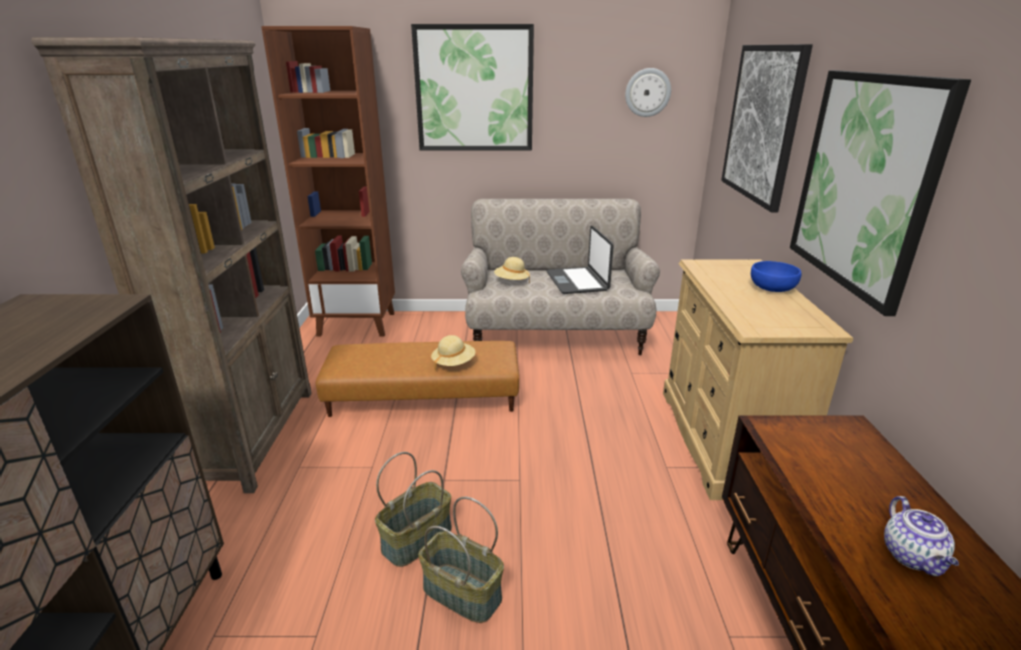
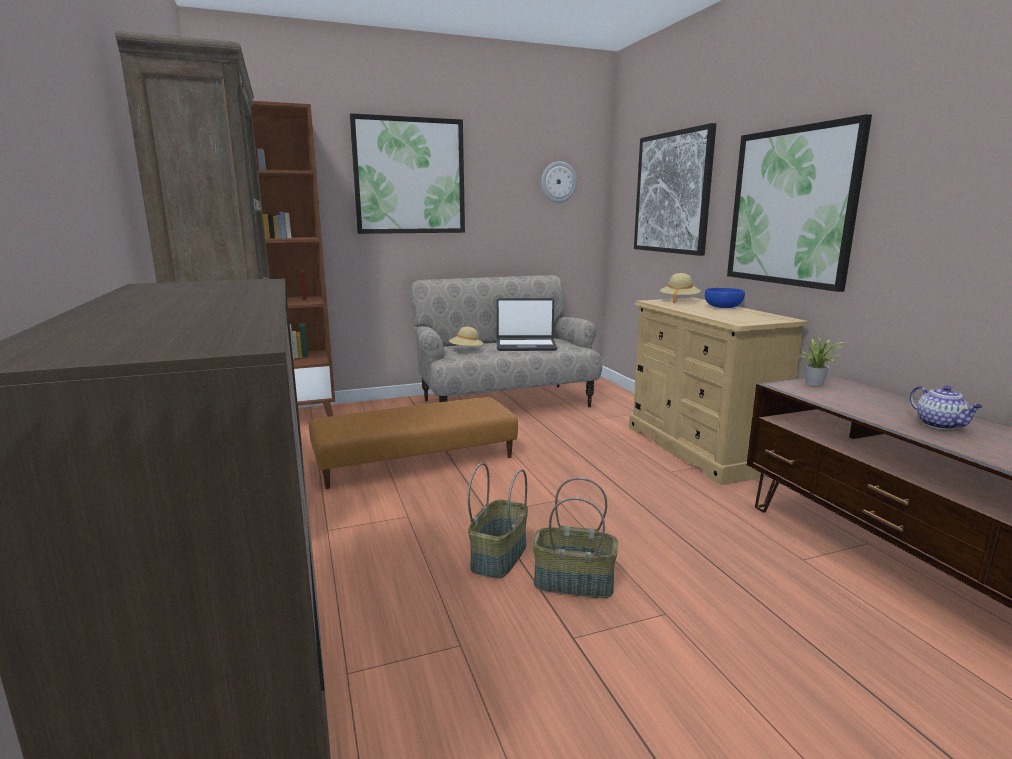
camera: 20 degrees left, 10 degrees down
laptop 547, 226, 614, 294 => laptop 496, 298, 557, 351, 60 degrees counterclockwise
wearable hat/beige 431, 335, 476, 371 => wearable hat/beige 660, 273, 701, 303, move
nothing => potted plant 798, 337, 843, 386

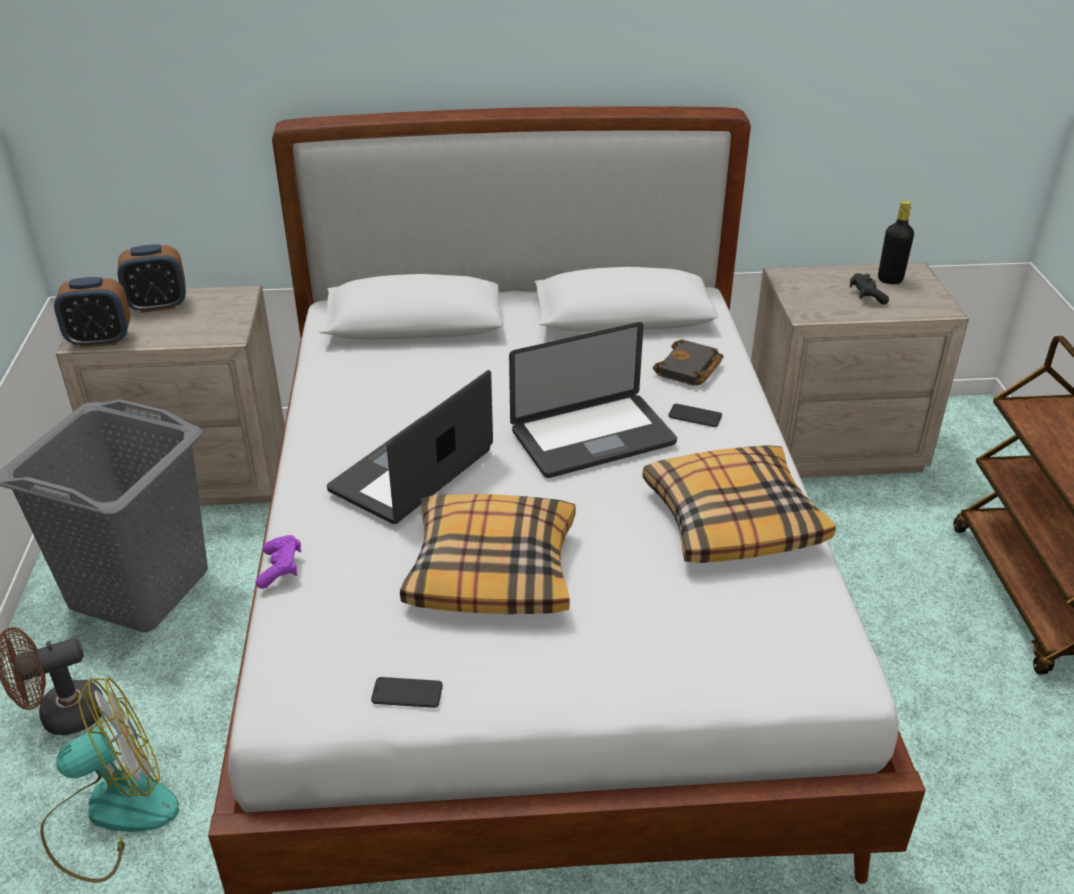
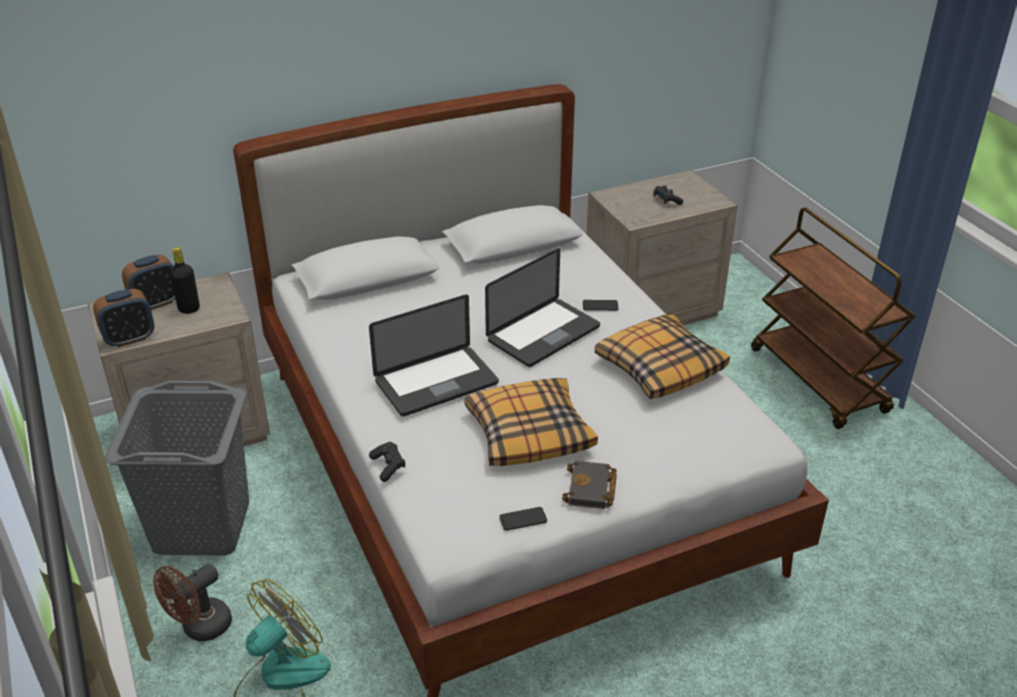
camera: 20 degrees left, 0 degrees up
bottle/blackish 878, 201, 914, 284 => bottle/blackish 170, 247, 200, 314, move
laptop 327, 370, 493, 524 => laptop 369, 295, 499, 416, 135 degrees counterclockwise
gamepad/purple-coloured 256, 535, 301, 589 => gamepad/blackish 369, 442, 405, 482
bound book/blackish 653, 339, 724, 386 => bound book/blackish 562, 461, 617, 509, move

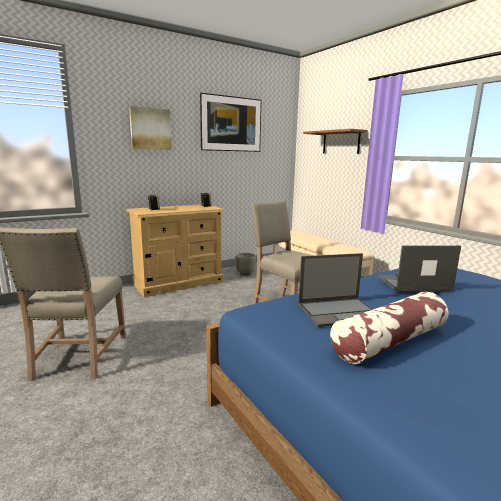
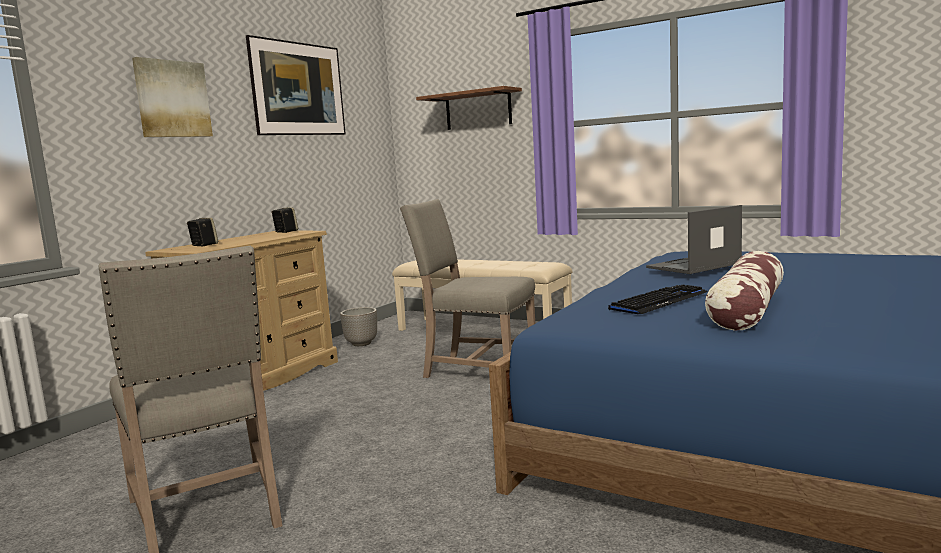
camera: 25 degrees left, 5 degrees down
laptop 298, 253, 373, 327 => keyboard 608, 285, 708, 314

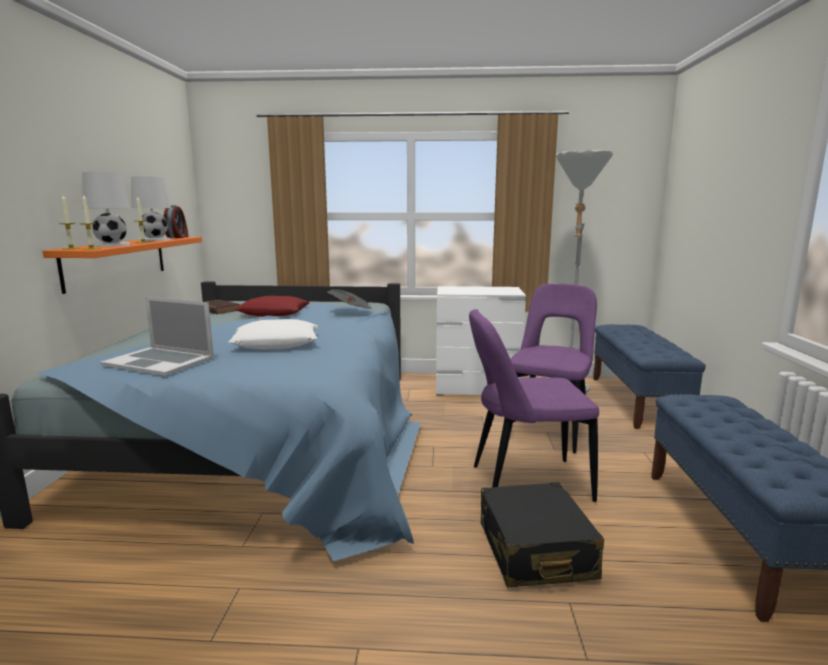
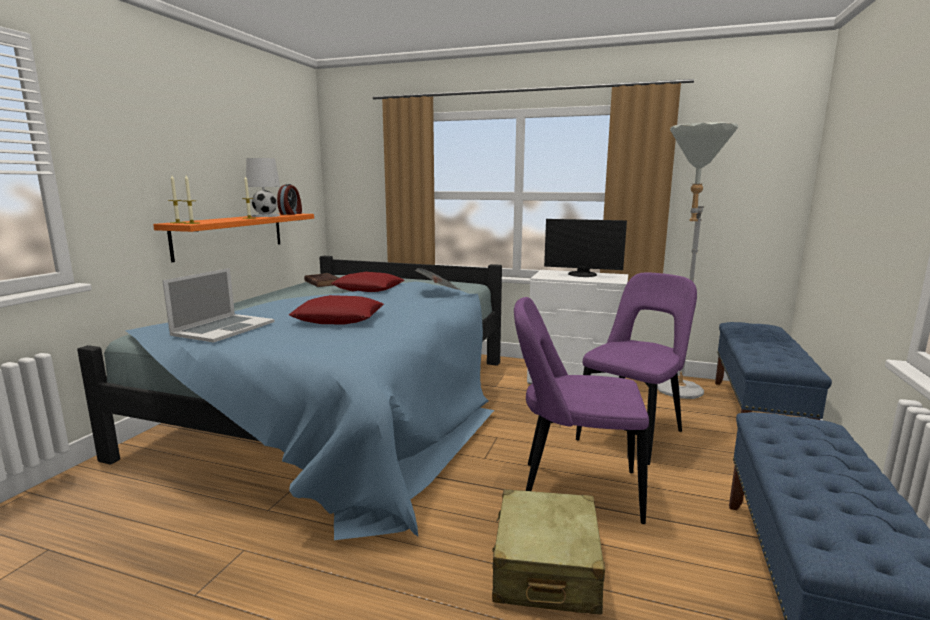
camera: 15 degrees right, 0 degrees up
laptop 100, 297, 214, 376 => laptop 163, 268, 275, 343, 105 degrees counterclockwise
cushion/white 229, 319, 318, 350 => cushion/reddish 289, 295, 384, 325
travel case/blackish 481, 482, 604, 587 => travel case/beige 492, 489, 605, 615
nothing => computer display 544, 219, 627, 277
lamp for a table/white 82, 172, 131, 247 => nothing

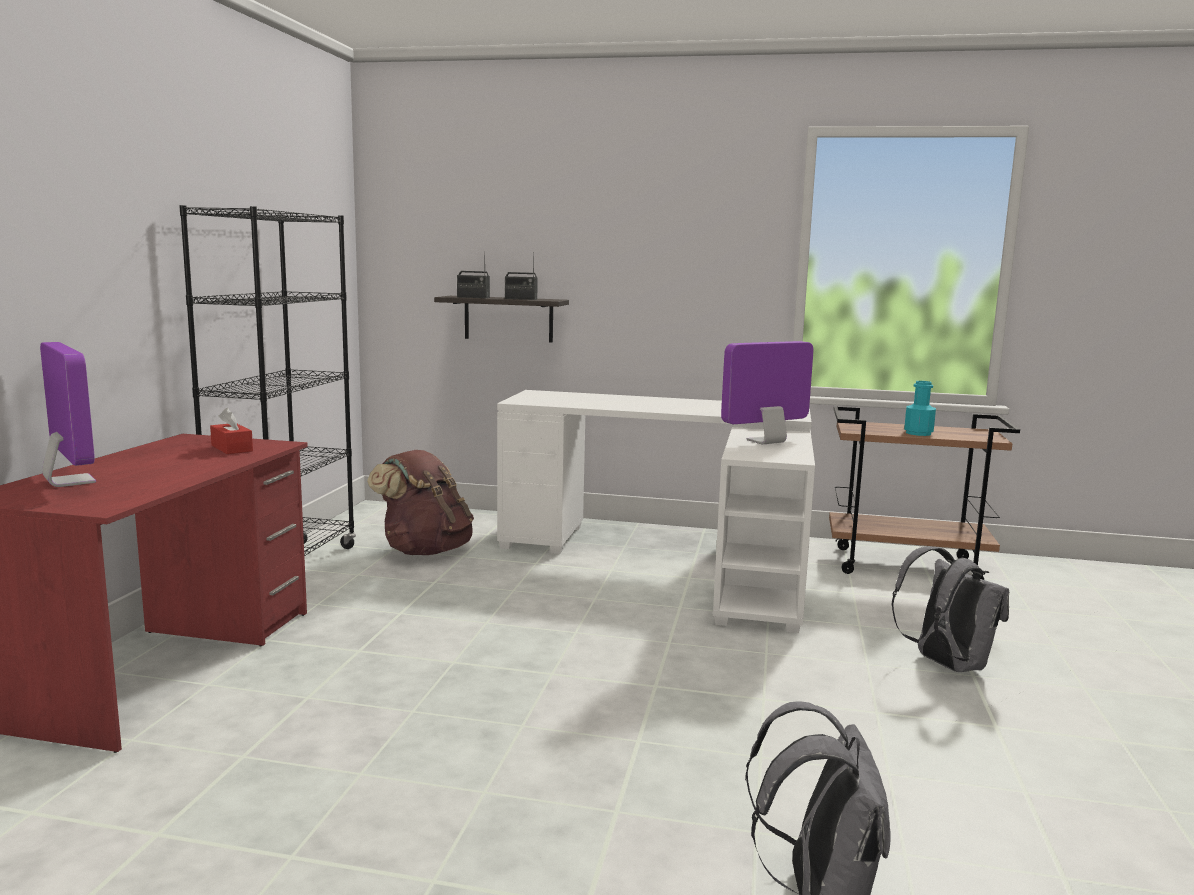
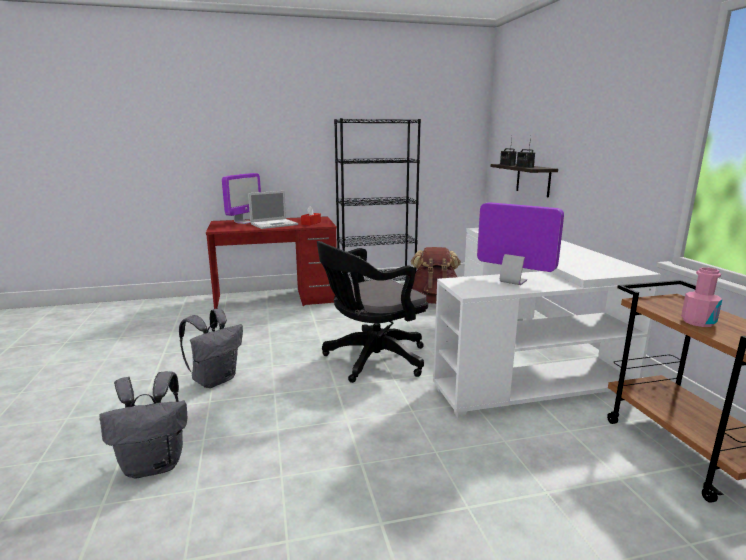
camera: 65 degrees right, 5 degrees up
knapsack/gray 891, 547, 1009, 672 => knapsack/gray 179, 309, 243, 388, move
nothing => laptop 248, 191, 298, 229
nothing => computer chair/blackish 317, 241, 428, 383
bottle/blue-green 904, 381, 936, 436 => bottle/pinkish 681, 267, 723, 327

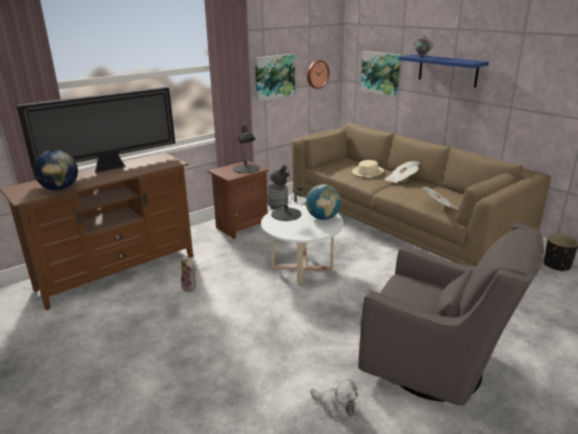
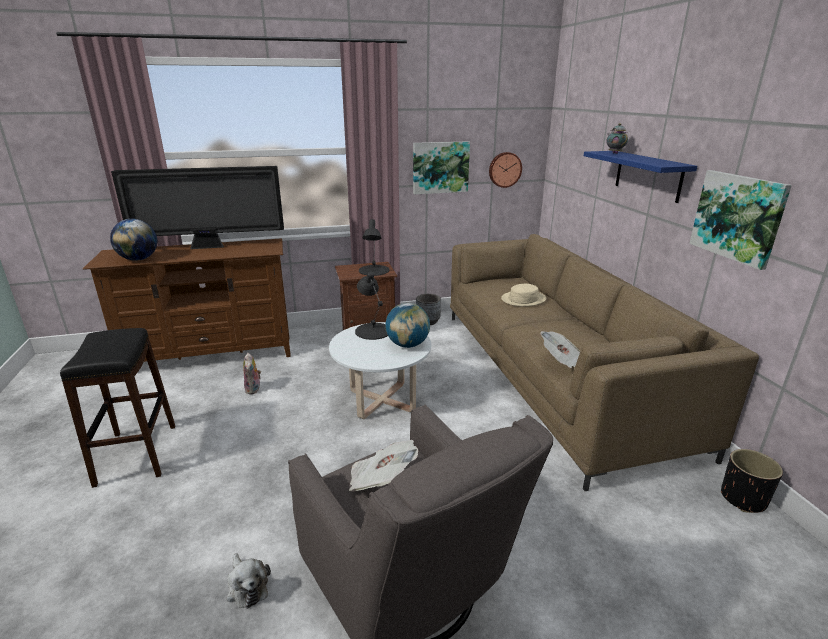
camera: 25 degrees right, 0 degrees up
nothing => stool seat/blackish 60, 328, 175, 488
daily paper 385, 161, 419, 183 => daily paper 349, 440, 418, 491, move
wall art 361, 51, 401, 97 => wall art 689, 170, 792, 270, move

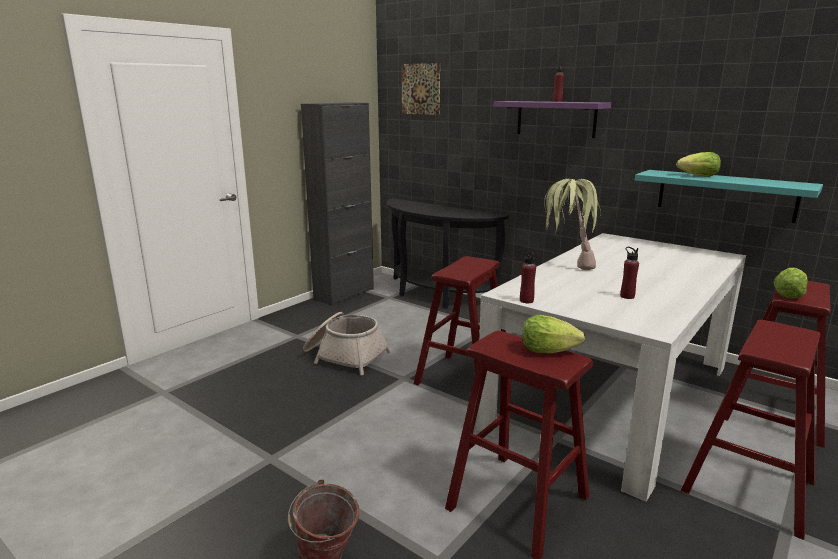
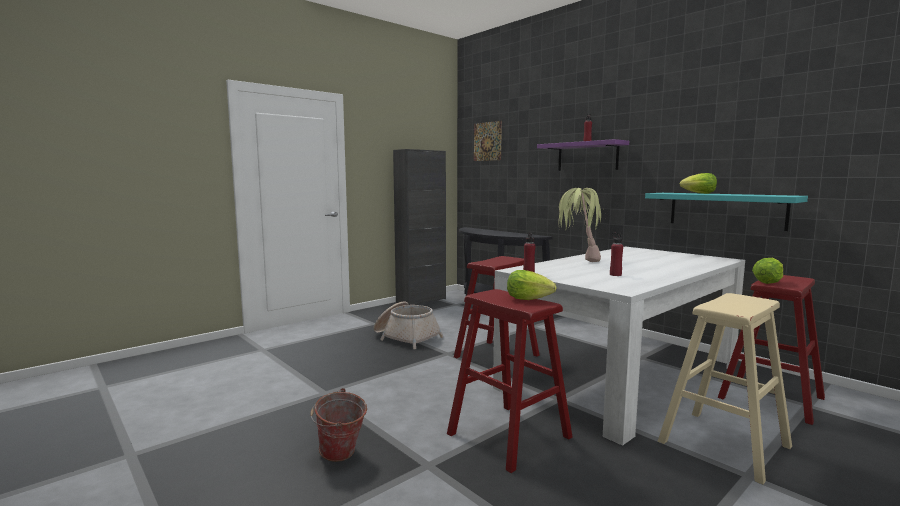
camera: 10 degrees right, 10 degrees down
stool seat/reddish 681, 320, 820, 540 => stool seat/beige 658, 293, 792, 485

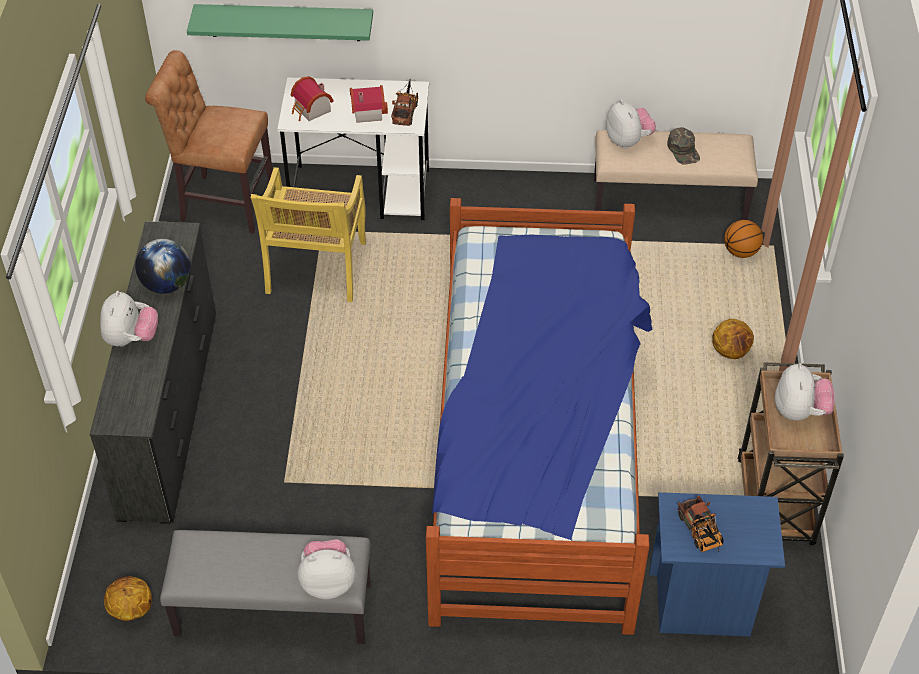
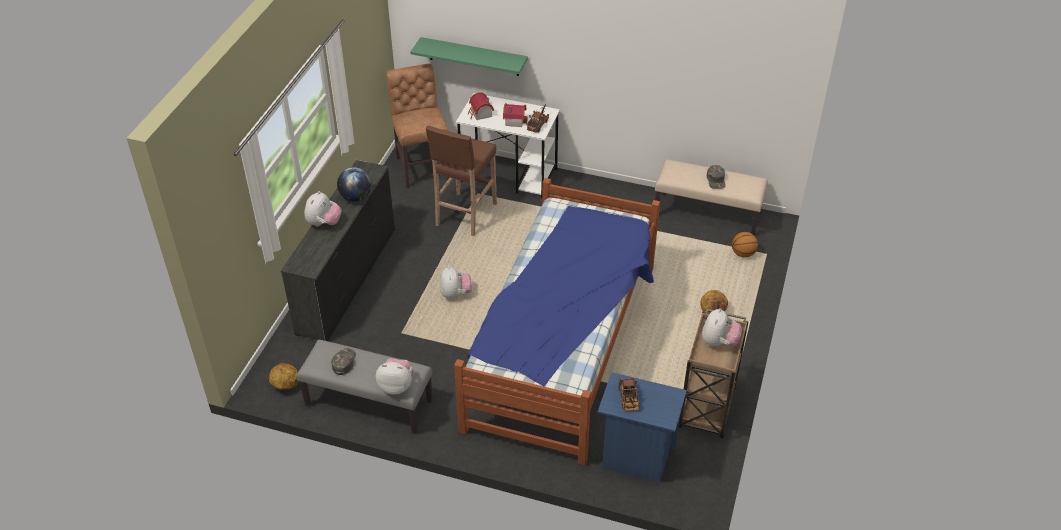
camera: 15 degrees right, 5 degrees down
nothing => baseball cap/green 331, 348, 356, 375
plain chair/brown-coloured 145, 50, 273, 234 => plain chair/brown-coloured 386, 64, 450, 188, 45 degrees clockwise
plain chair/yellow-coloured 251, 167, 366, 302 => stool seat/brown-coloured 426, 126, 497, 236
plush toy 607, 100, 656, 149 => plush toy 440, 266, 472, 299, move

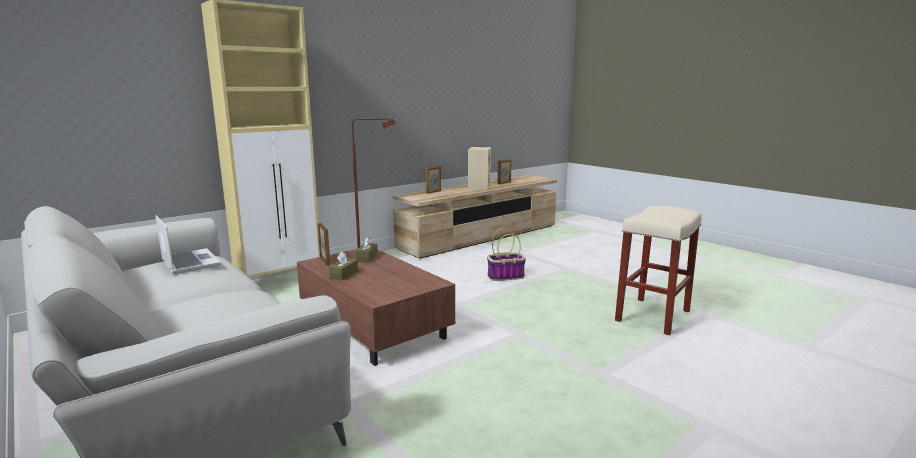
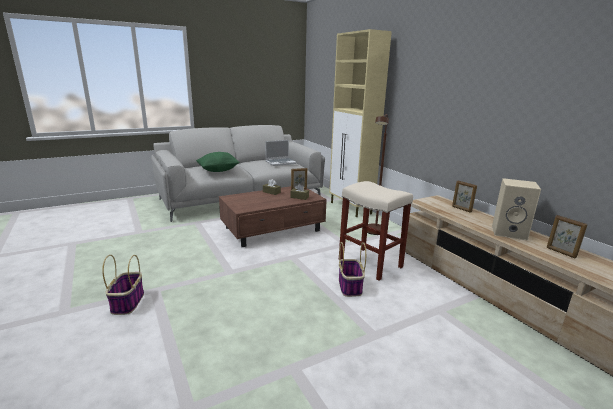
camera: 100 degrees right, 5 degrees up
nothing => basket 102, 255, 144, 315
nothing => cushion/green 196, 152, 240, 172
stool seat/beige 615, 206, 702, 335 => stool seat/beige 339, 181, 413, 281, move

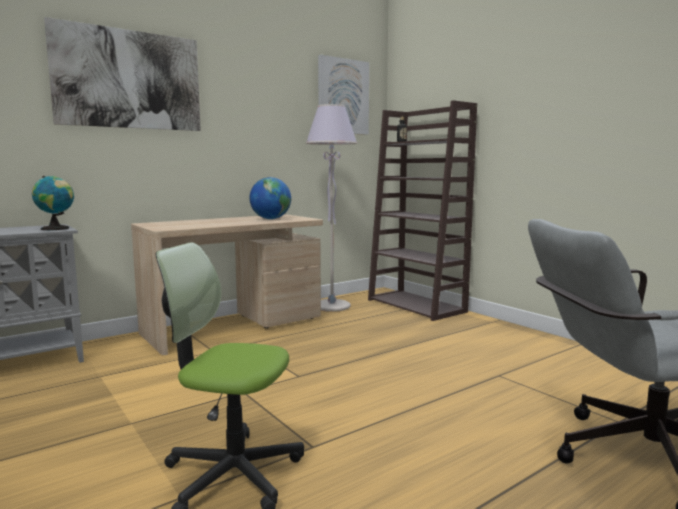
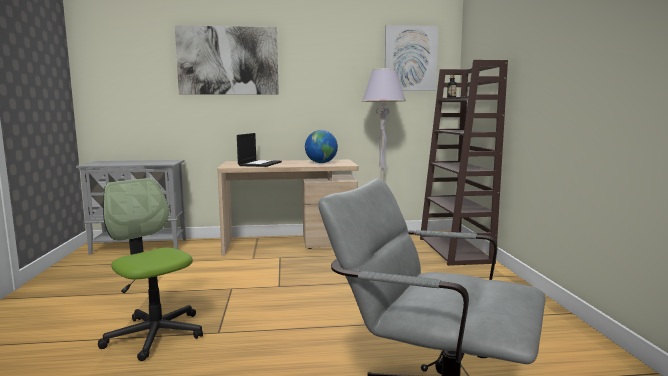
camera: 30 degrees right, 0 degrees up
nothing => laptop 237, 133, 282, 167
globe 32, 176, 74, 230 => nothing

